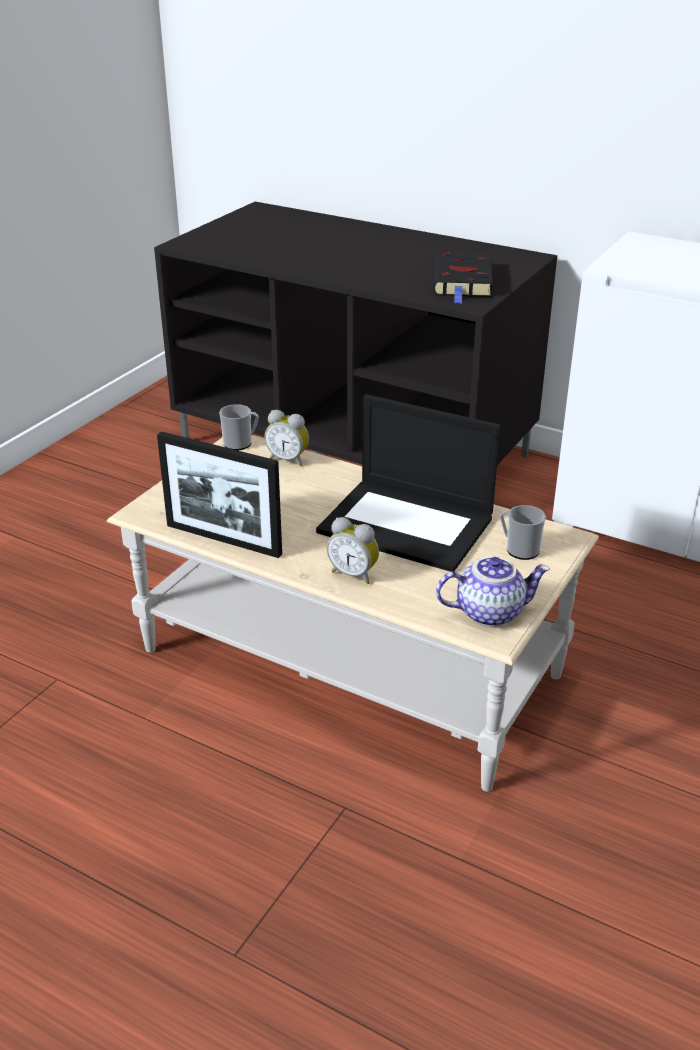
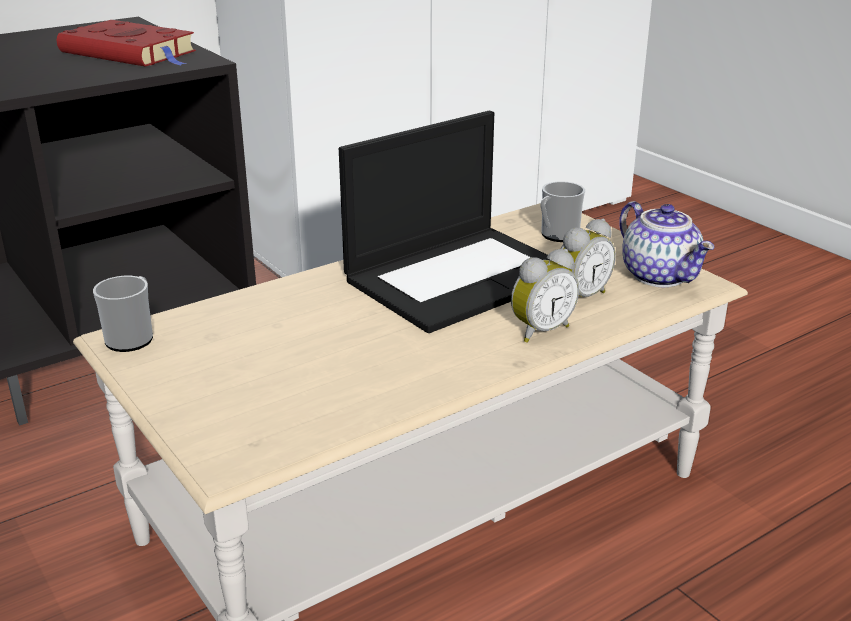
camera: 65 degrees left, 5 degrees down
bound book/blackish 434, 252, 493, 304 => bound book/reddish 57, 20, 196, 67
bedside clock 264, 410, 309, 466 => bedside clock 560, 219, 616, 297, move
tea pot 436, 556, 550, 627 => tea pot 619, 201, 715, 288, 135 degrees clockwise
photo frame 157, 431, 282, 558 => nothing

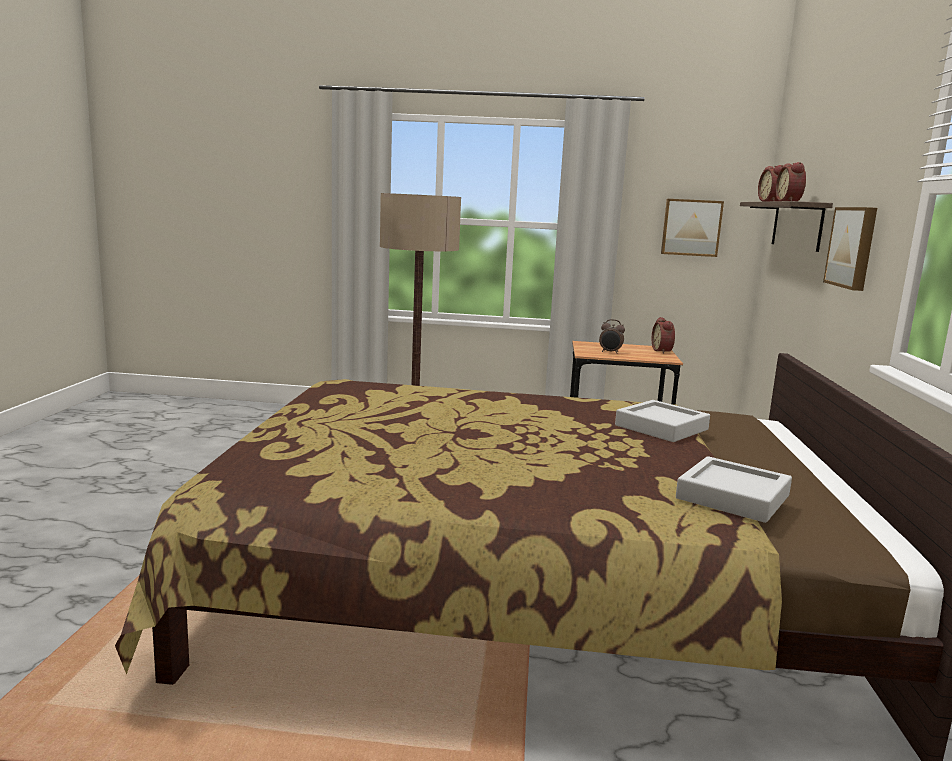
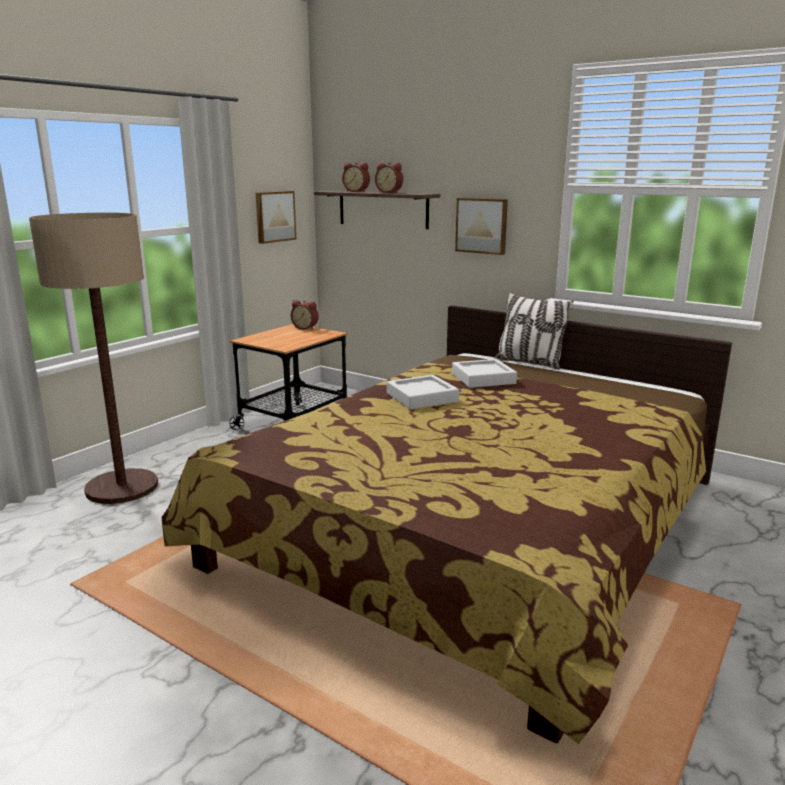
camera: 60 degrees left, 5 degrees up
carrying tray/gray 676, 456, 792, 523 => carrying tray/gray 387, 375, 459, 409, move
nothing => cushion 494, 292, 574, 370
bedside clock 599, 319, 625, 354 => nothing

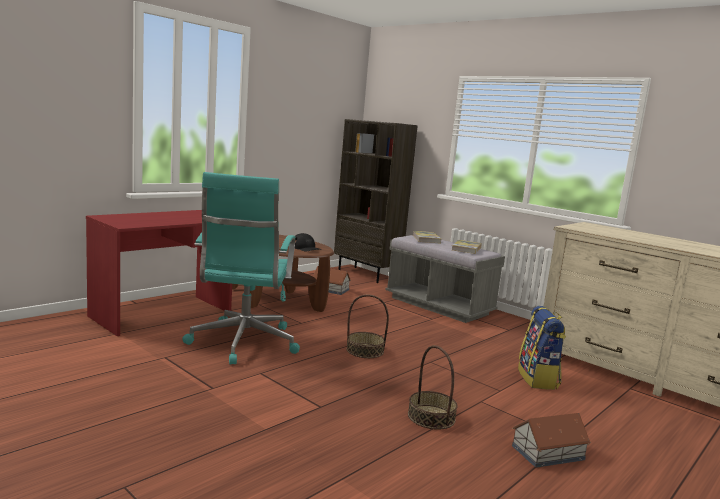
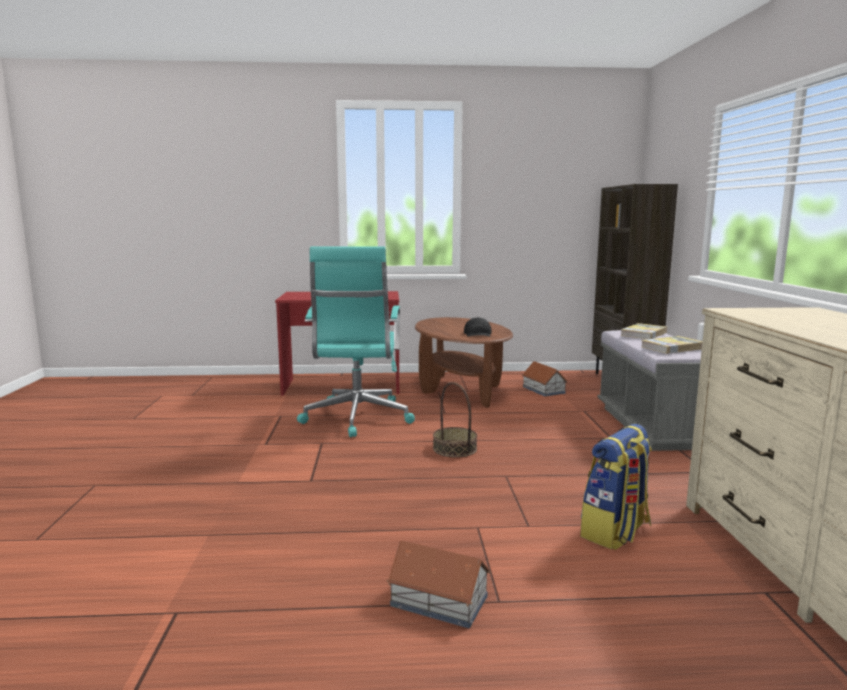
camera: 45 degrees right, 0 degrees up
computer chair/blue-green 182, 172, 300, 364 => computer chair/blue-green 297, 246, 415, 437, 45 degrees counterclockwise
basket 408, 345, 458, 430 => nothing

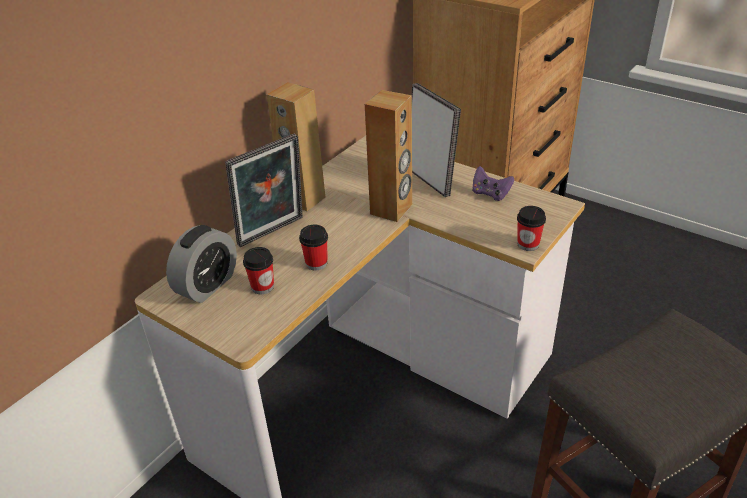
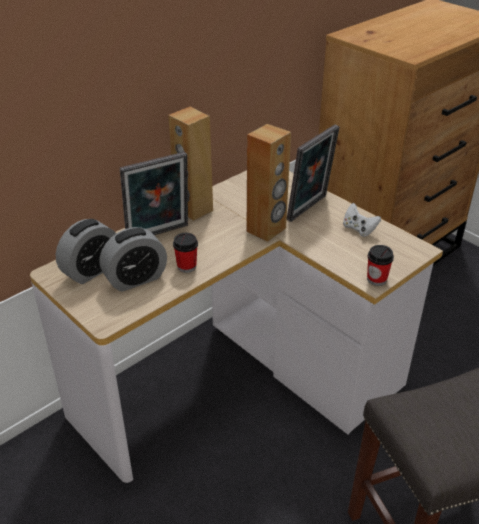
camera: 10 degrees right, 0 degrees up
cup 243, 247, 274, 294 => bedside clock 100, 227, 167, 292
photo frame 411, 83, 461, 197 => photo frame 287, 125, 340, 222, 60 degrees clockwise
gamepad/purple-coloured 472, 166, 514, 201 => gamepad/white 343, 203, 381, 237

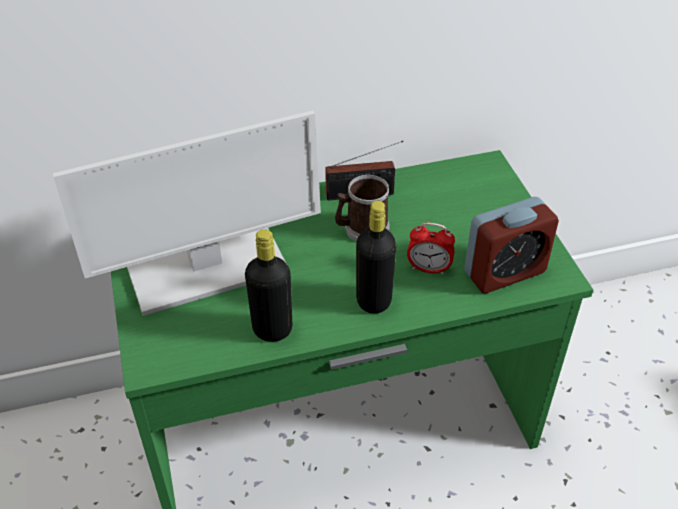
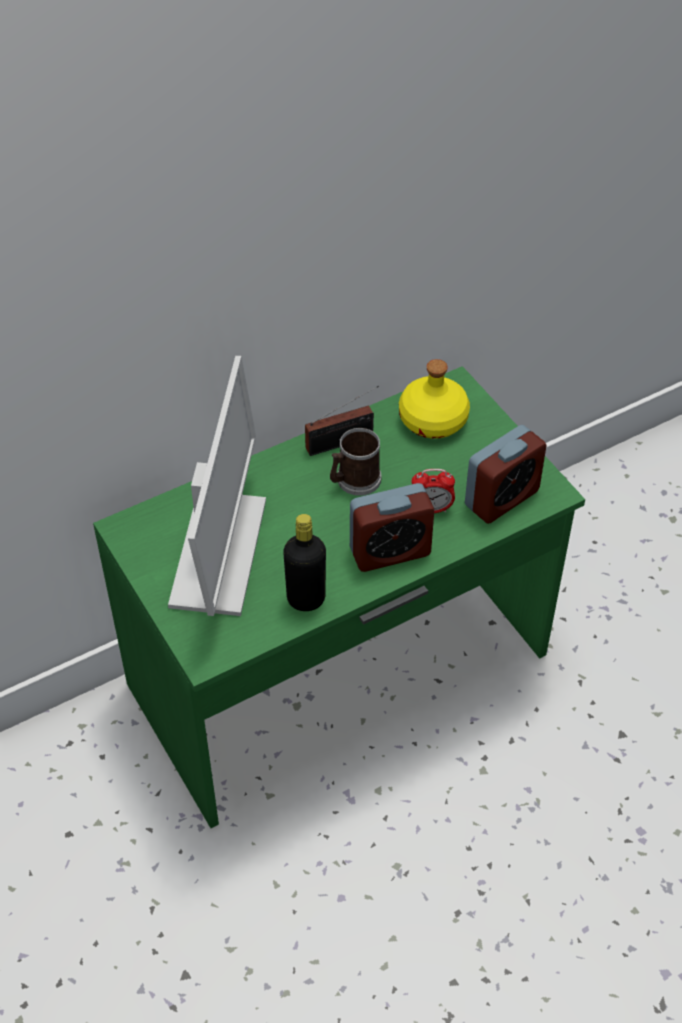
camera: 15 degrees left, 5 degrees up
computer display 53, 110, 321, 316 => computer display 168, 356, 266, 616, 45 degrees counterclockwise
bottle/blackish 356, 201, 396, 314 => bedside clock 350, 483, 434, 572
nothing => bottle/yellow-coloured 399, 359, 470, 439

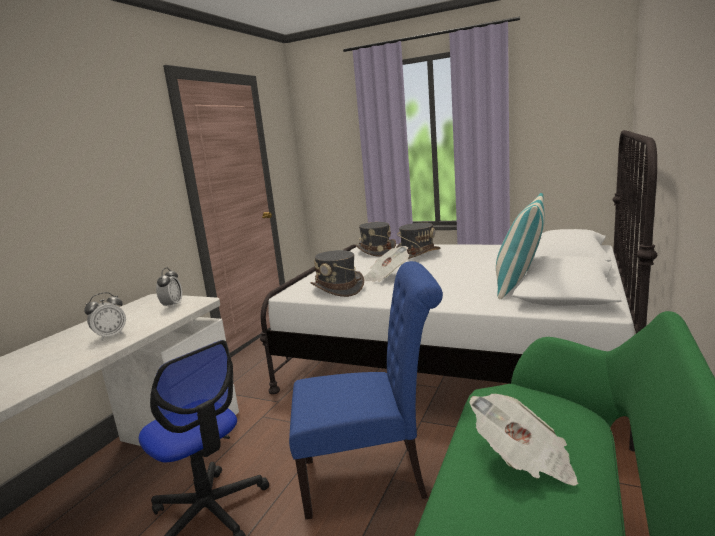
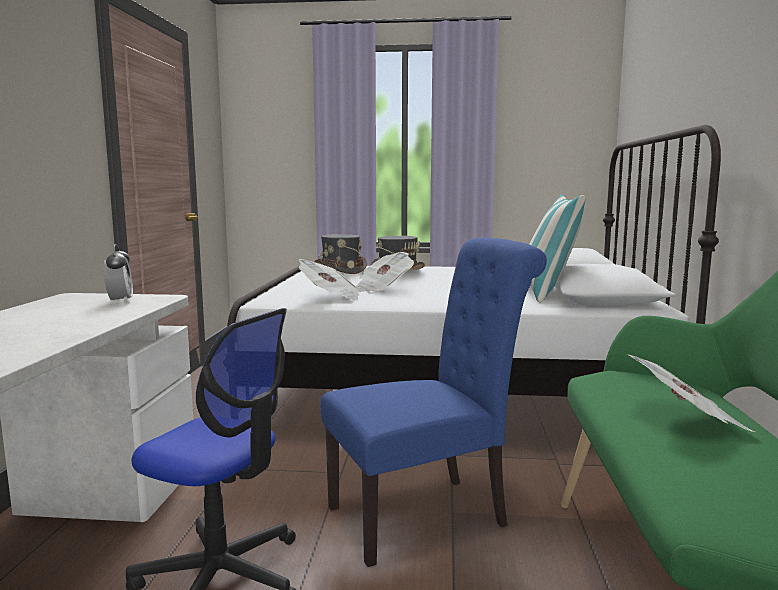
camera: 20 degrees left, 5 degrees down
wearable hat/gray 310, 250, 364, 297 => daily paper 299, 259, 361, 301
bedside clock 84, 292, 126, 341 => nothing

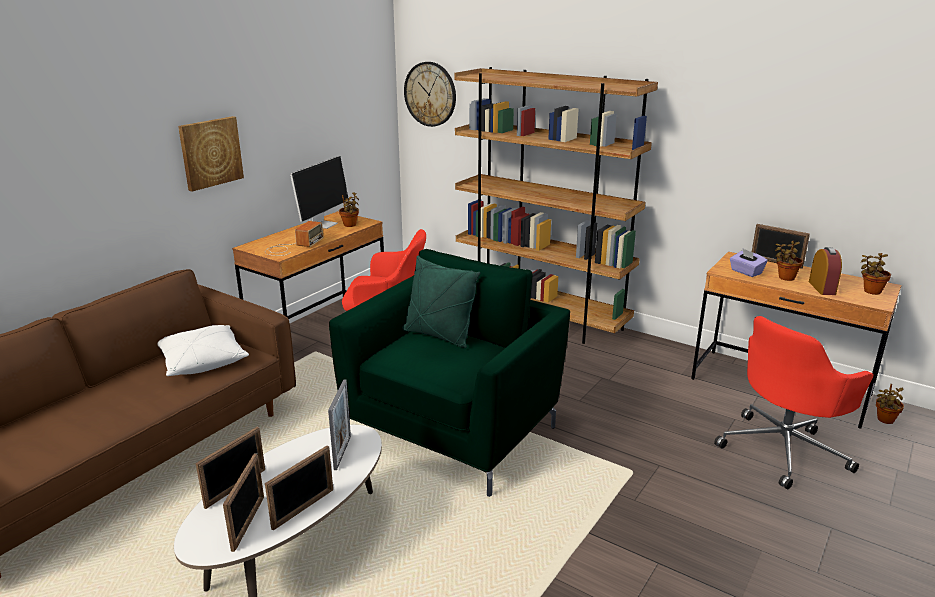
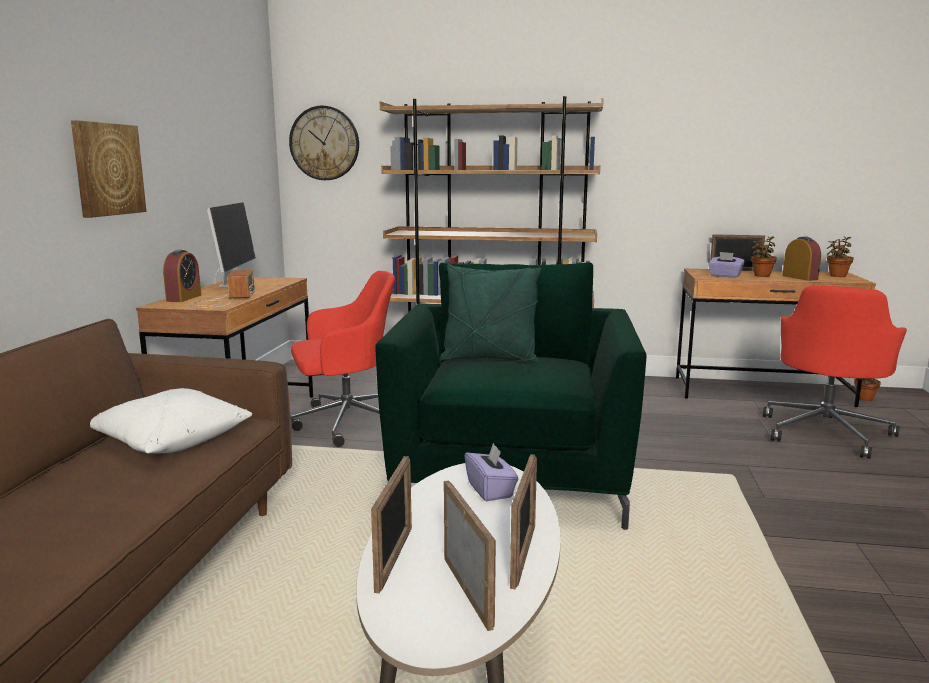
camera: 25 degrees left, 10 degrees down
nothing => bedside clock 163, 249, 201, 302
photo frame 328, 379, 351, 470 => box of tissues/purple-coloured 464, 443, 519, 502
potted plant 339, 192, 359, 227 => nothing

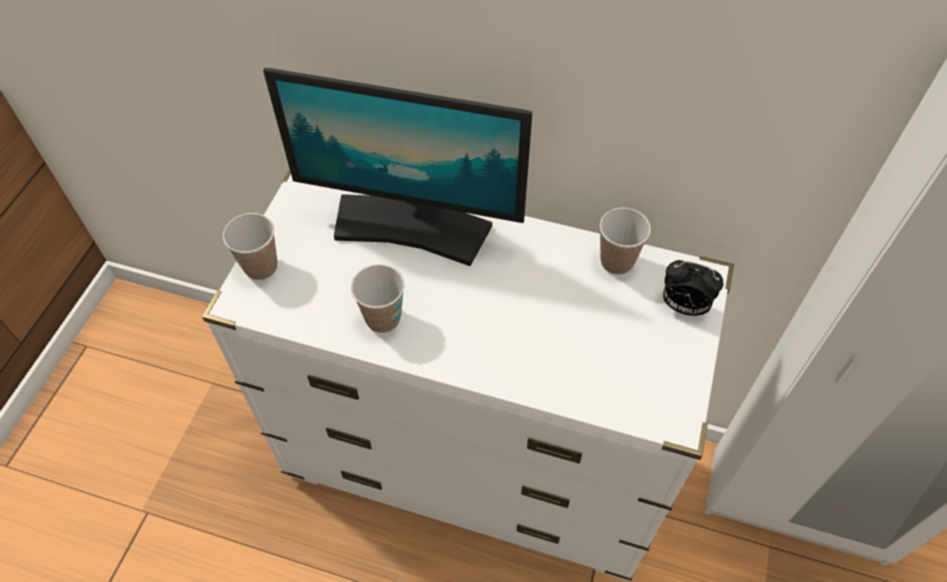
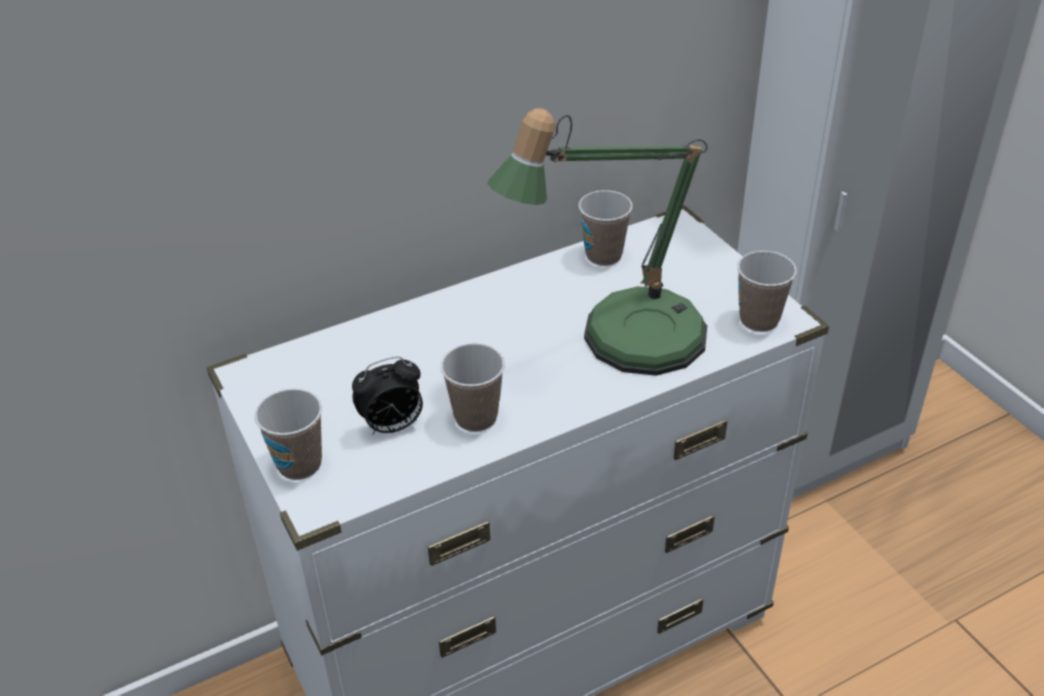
camera: 45 degrees left, 15 degrees down
bedside clock 663, 260, 724, 316 => bedside clock 352, 356, 423, 436, move
nothing => lamp for a table 487, 108, 707, 376
nothing => cup 737, 251, 797, 332
computer display 263, 68, 533, 266 => nothing

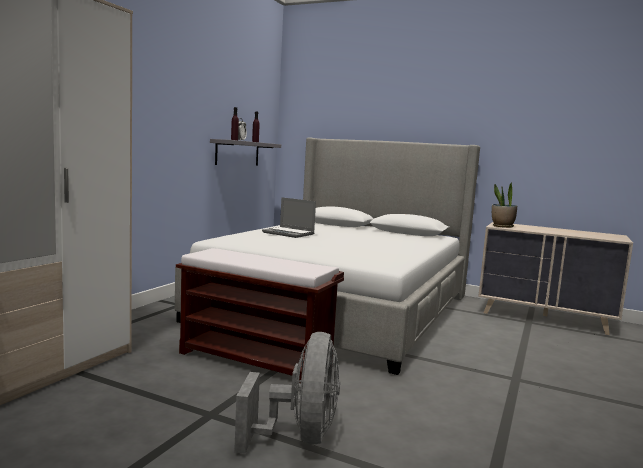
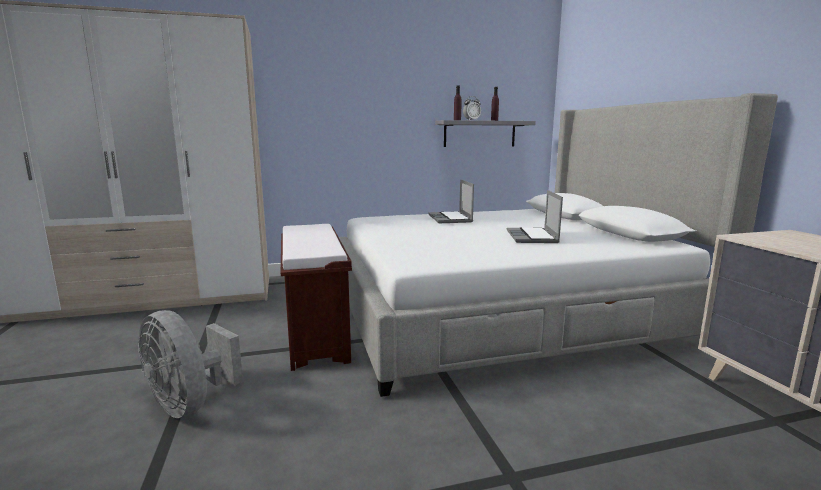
camera: 50 degrees right, 5 degrees up
electric fan/gray 234, 332, 340, 453 => electric fan/gray 138, 310, 243, 418, 75 degrees clockwise
nothing => laptop 507, 190, 563, 243
potted plant 492, 182, 517, 228 => nothing

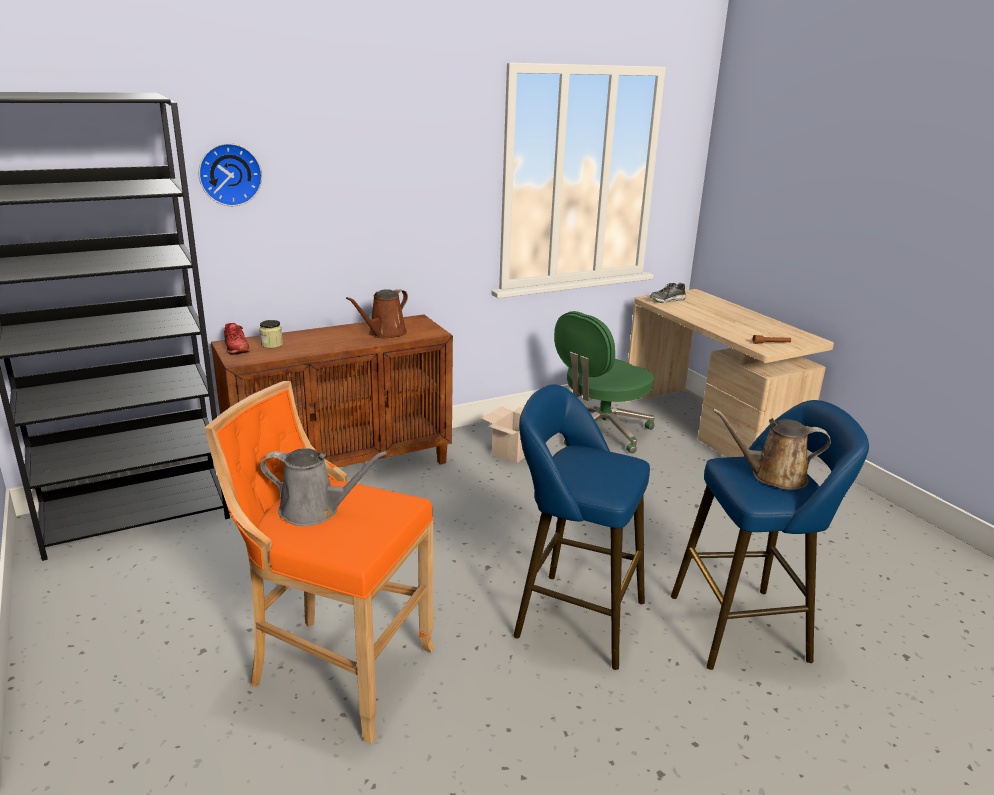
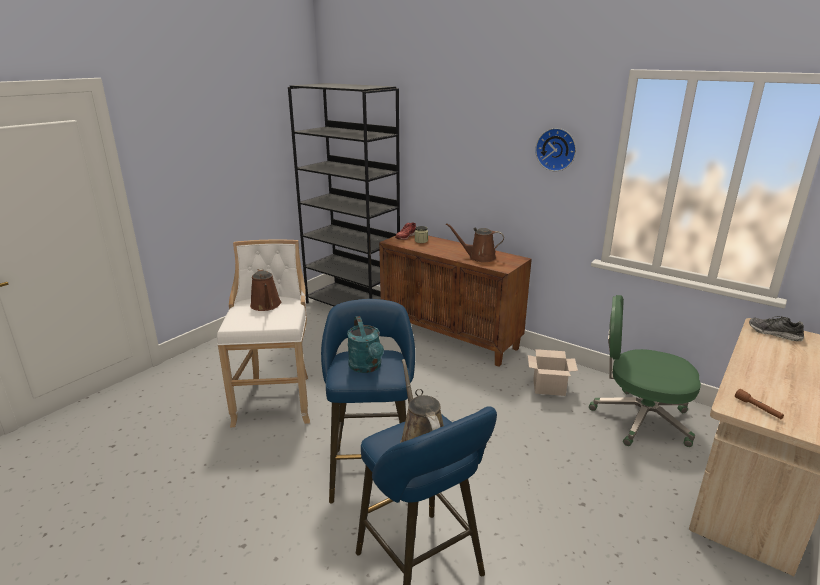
camera: 65 degrees right, 0 degrees up
stool seat/orange-coloured 204, 381, 435, 744 => stool seat/white 217, 239, 310, 427
watering pot/gray 260, 448, 387, 526 => watering pot/brown-coloured 250, 268, 281, 311
nothing => watering pot/blue-green 347, 316, 384, 373
wall clock 198, 143, 262, 206 => wall clock 535, 128, 576, 171, move

